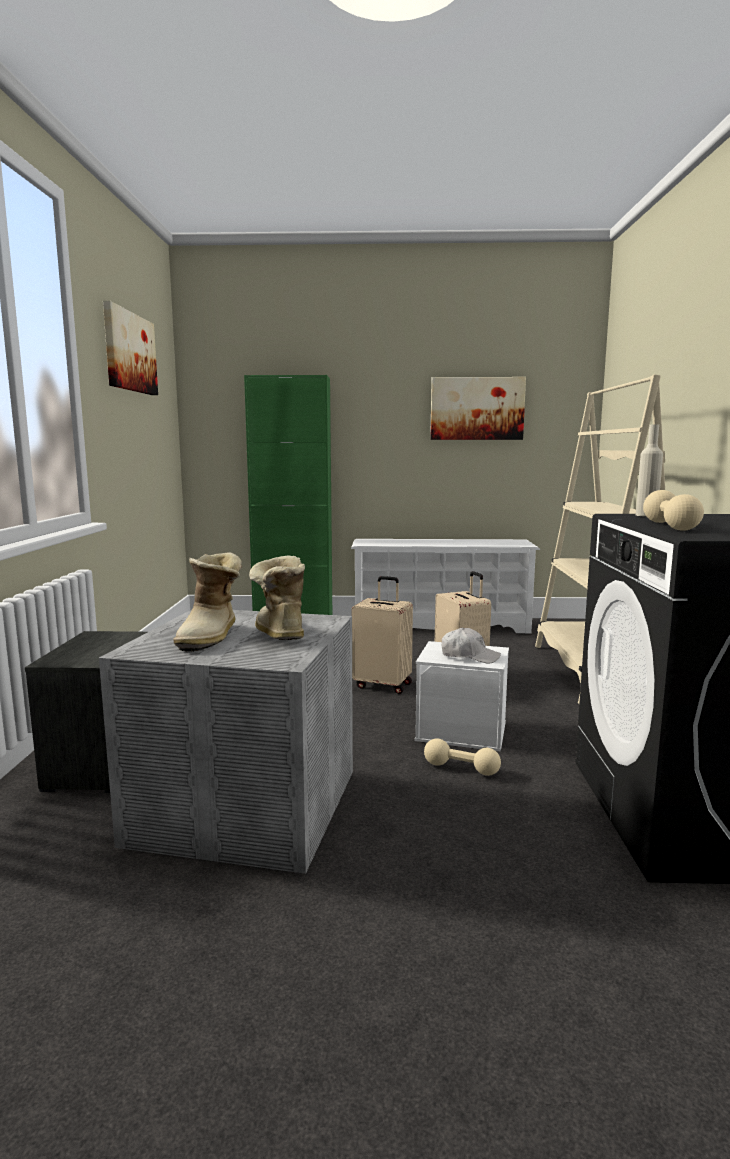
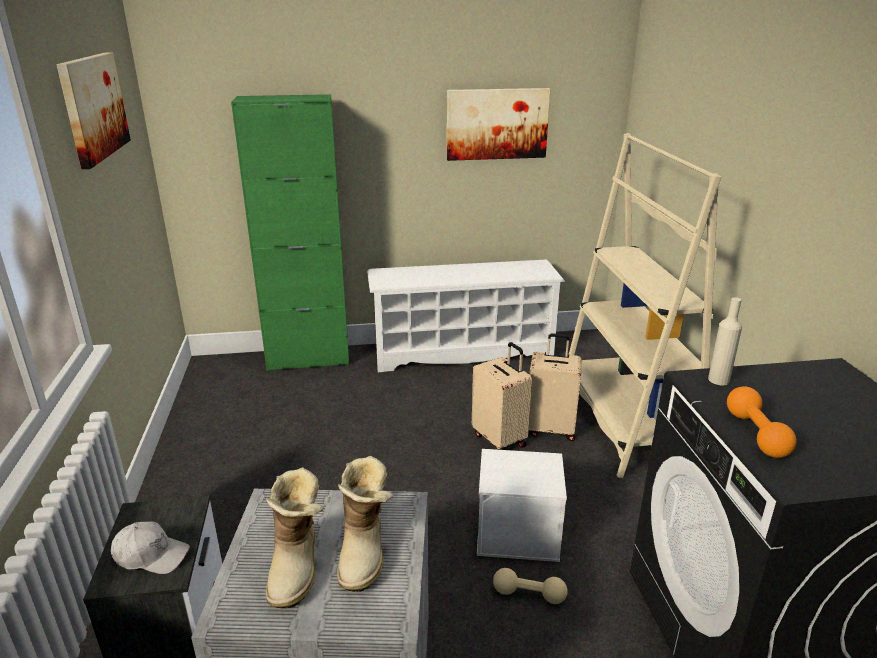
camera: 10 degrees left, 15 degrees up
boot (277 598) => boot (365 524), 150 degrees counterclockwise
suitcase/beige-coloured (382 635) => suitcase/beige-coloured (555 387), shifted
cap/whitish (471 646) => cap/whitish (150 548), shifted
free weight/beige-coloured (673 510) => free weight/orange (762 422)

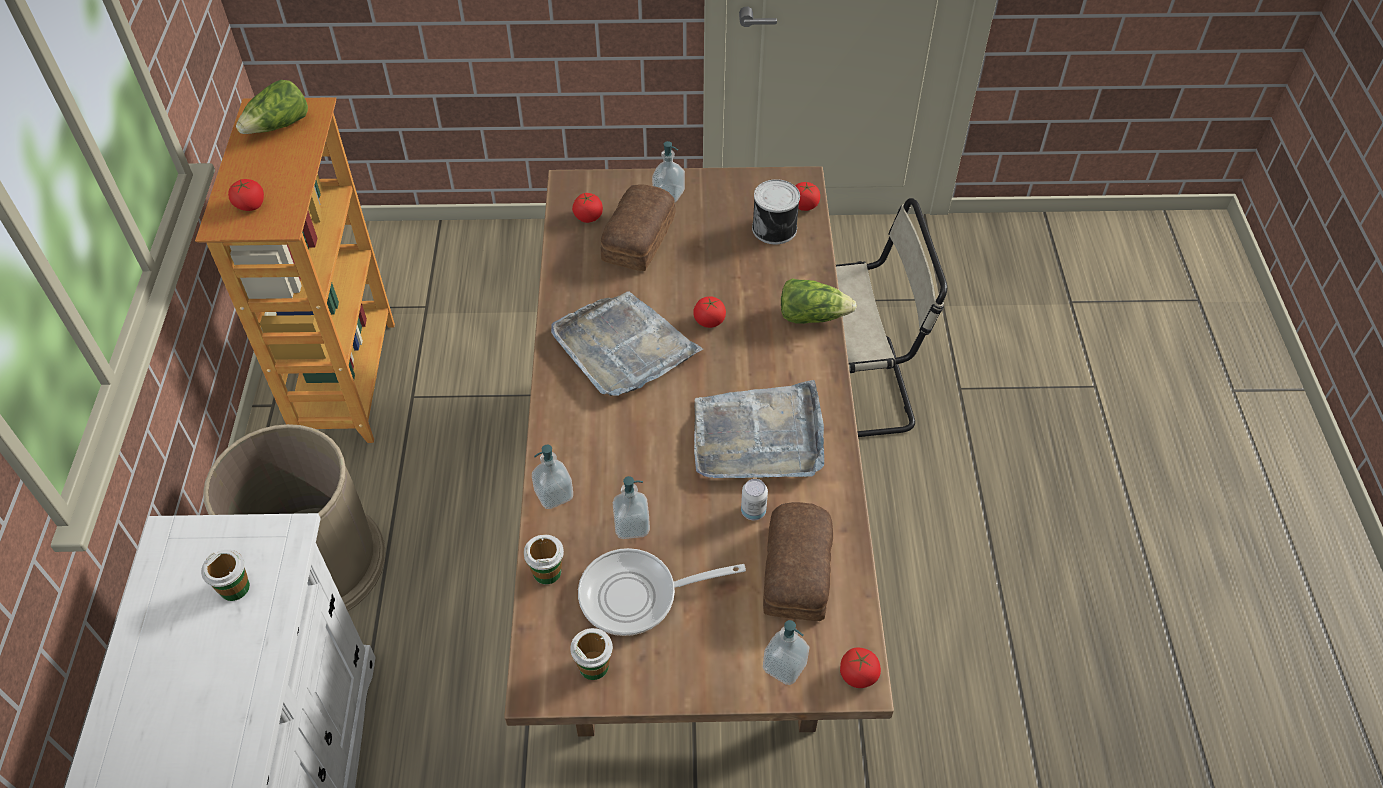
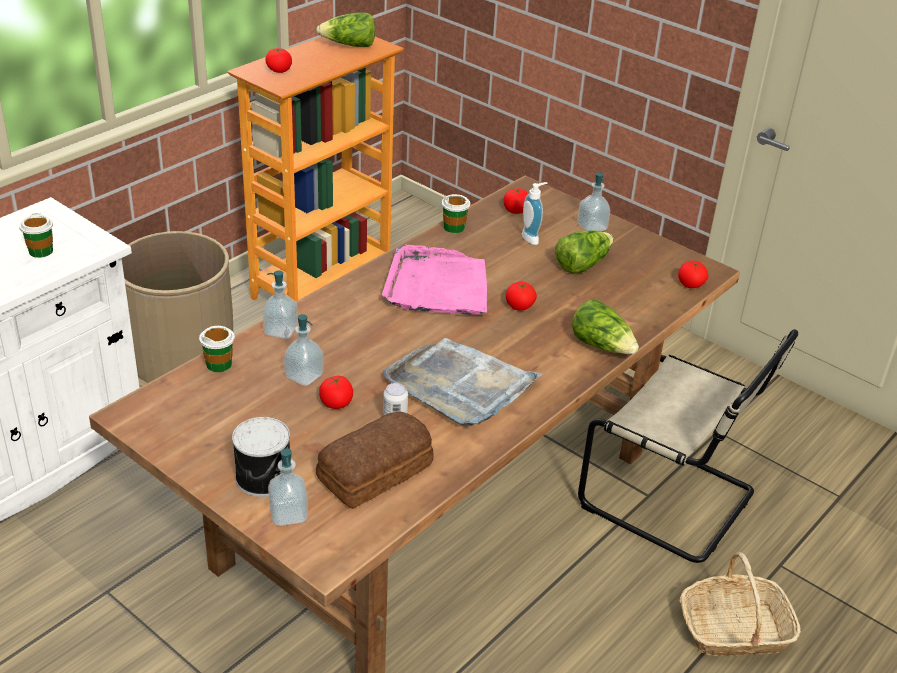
camera: 40 degrees right, 15 degrees down
tray/greyish (627 343) => tray/pink (434 280)
small cup (591 654) => small cup (456 213), shifted
frying pan (662 592) => nothing
bread (638 227) => soap dispenser (534 213)
sealed can (776 211) => sealed can (261 457), shifted
tomato (860 667) => tomato (336 392), shifted
nothing => lettuce head (584 252)
nothing => storage basket (740 604)

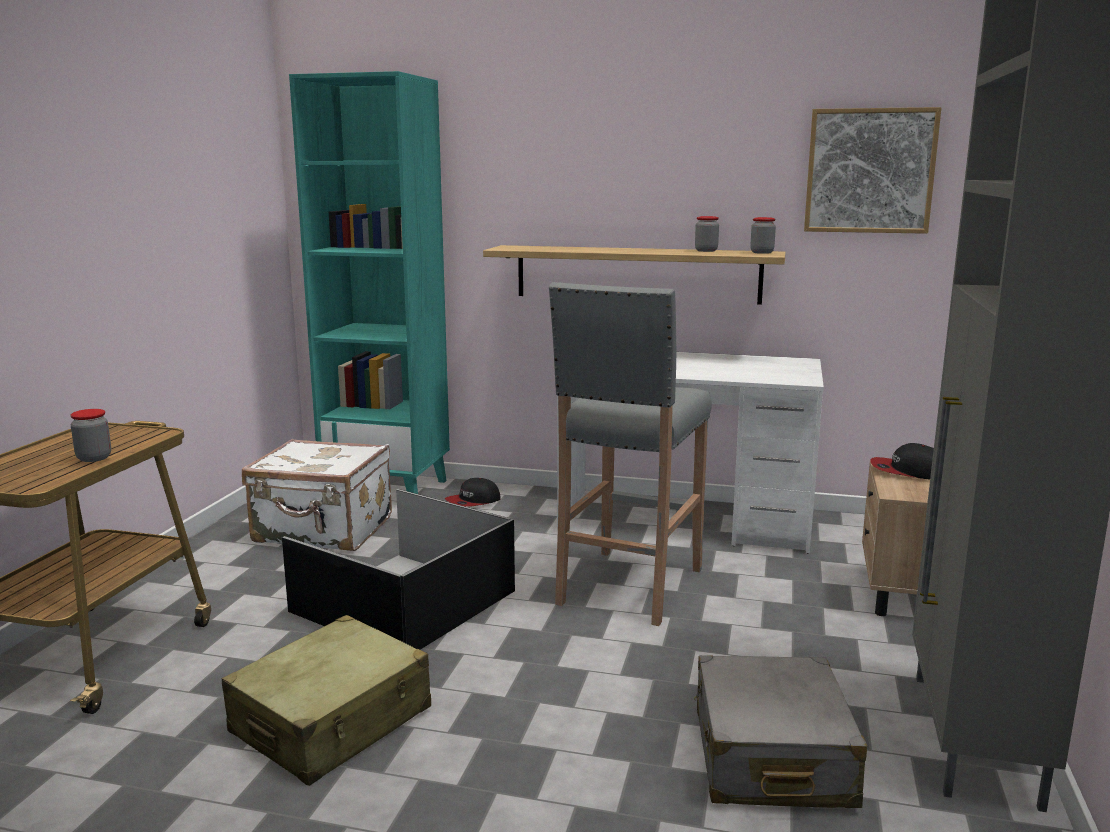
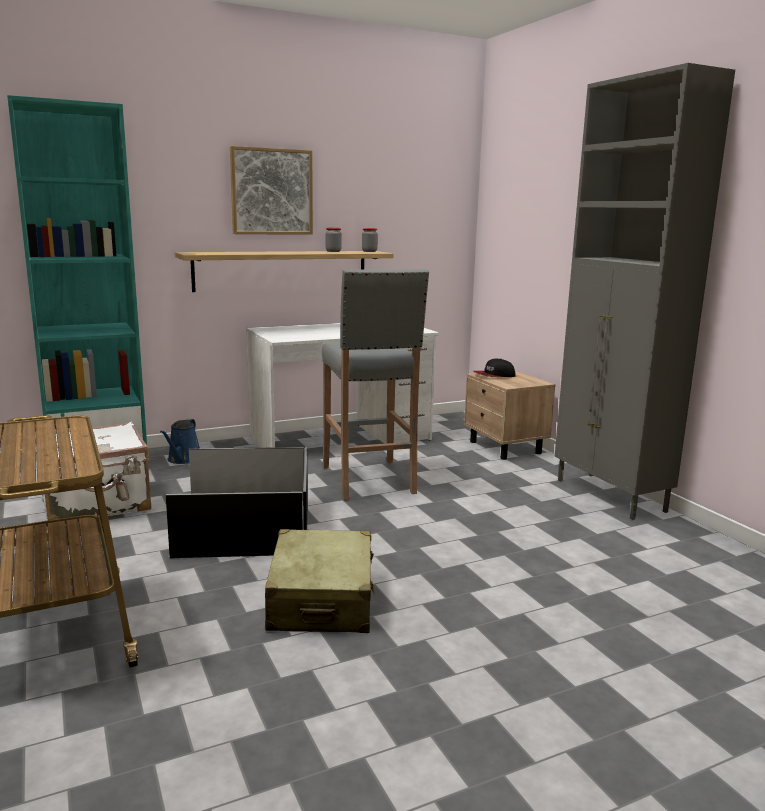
camera: 40 degrees left, 0 degrees up
jar (90 435) => nothing
cap (473 492) => sprinkling can/blue-coloured (180 441)
suitcase/greyish (780 731) => nothing
picture (872 170) => picture (271 190), shifted

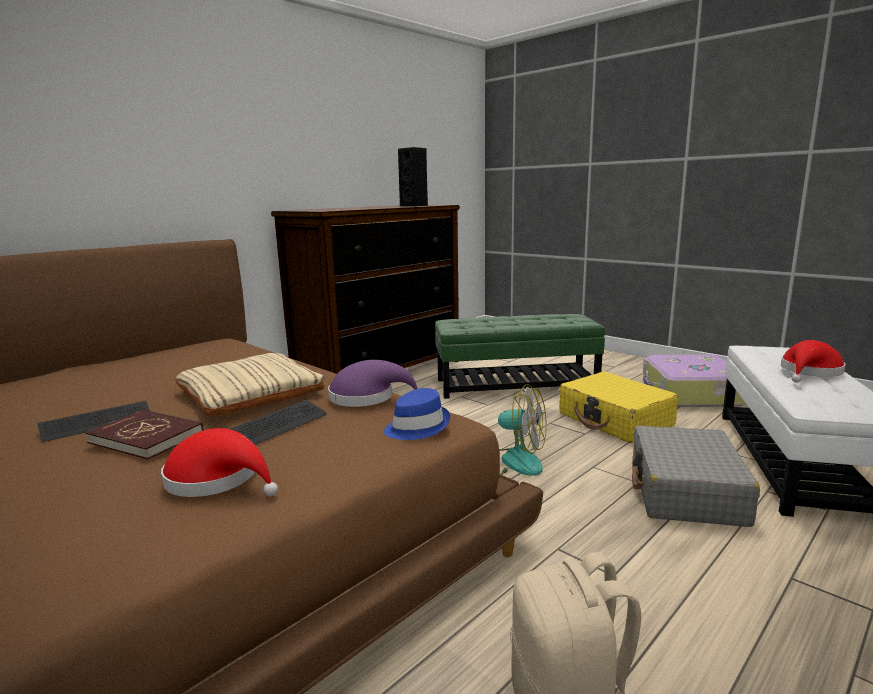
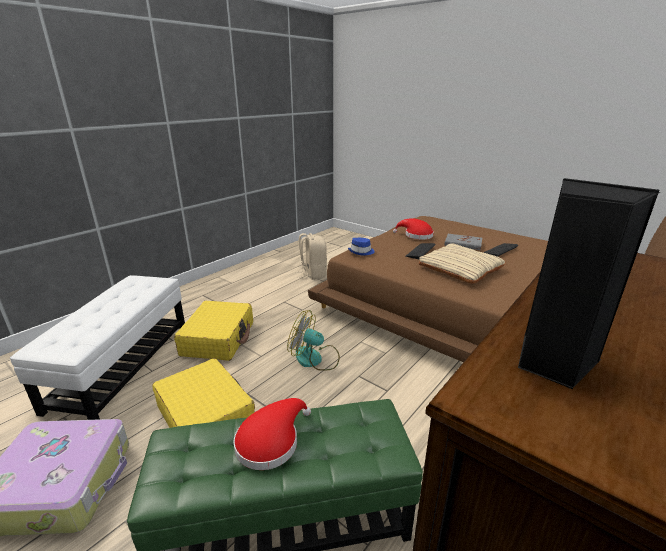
camera: 175 degrees right, 10 degrees up
volume/red-coloured (144 435) => volume/greyish (463 242)
clothing hat/purple-coloured (373 383) => nothing
suitcase/greyish (696 476) => suitcase/yellow (213 331)
clothing hat/red-coloured (813 361) => clothing hat/red-coloured (272 434), shifted

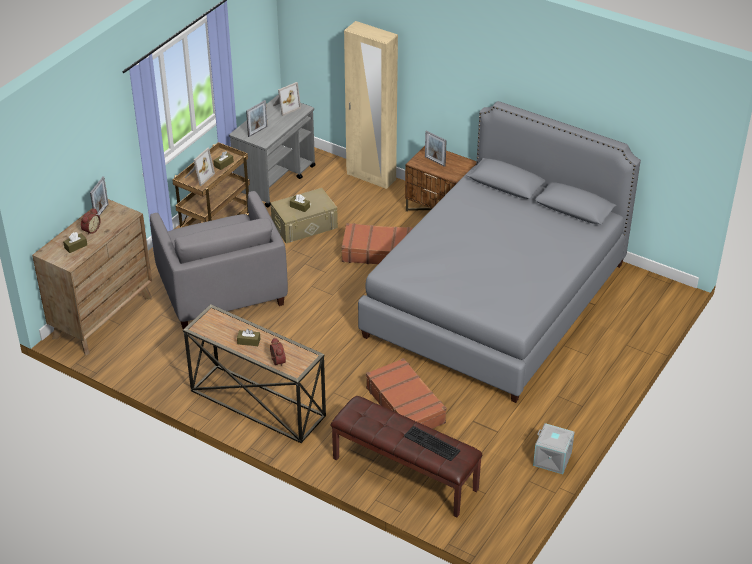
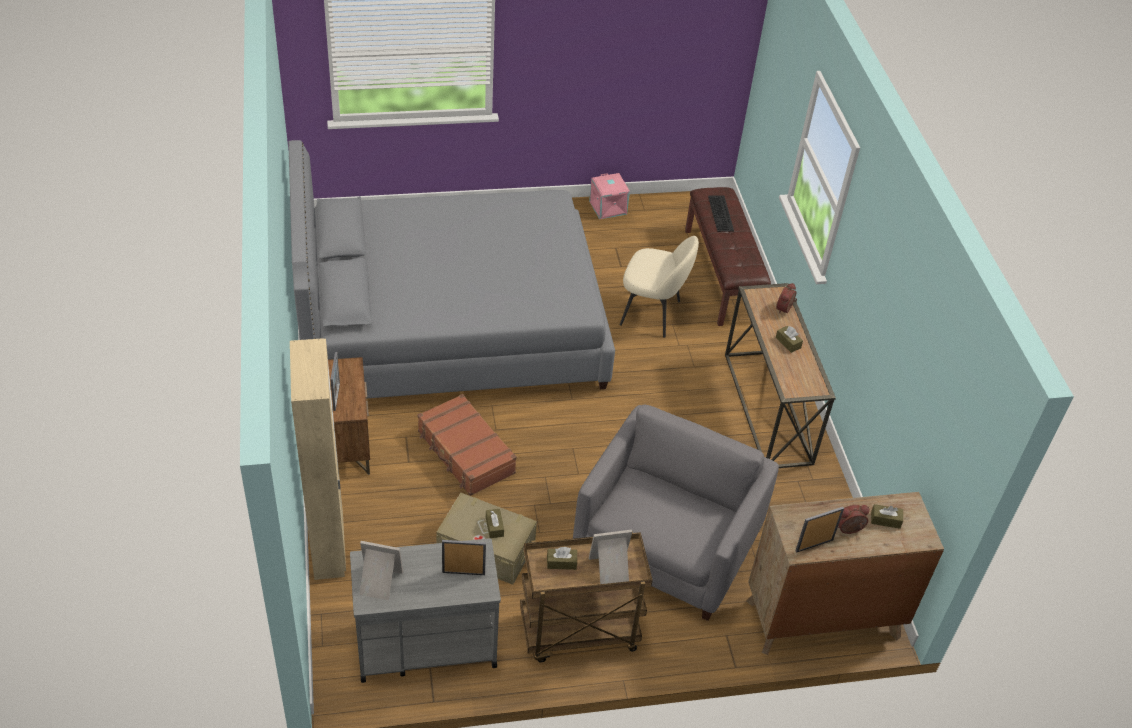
camera: 135 degrees left, 5 degrees up
suitcase/brown-coloured (406 393) => upright chair/beige-coloured (659 287)
storage box/greyish (554 448) => storage box/pink (609 196)

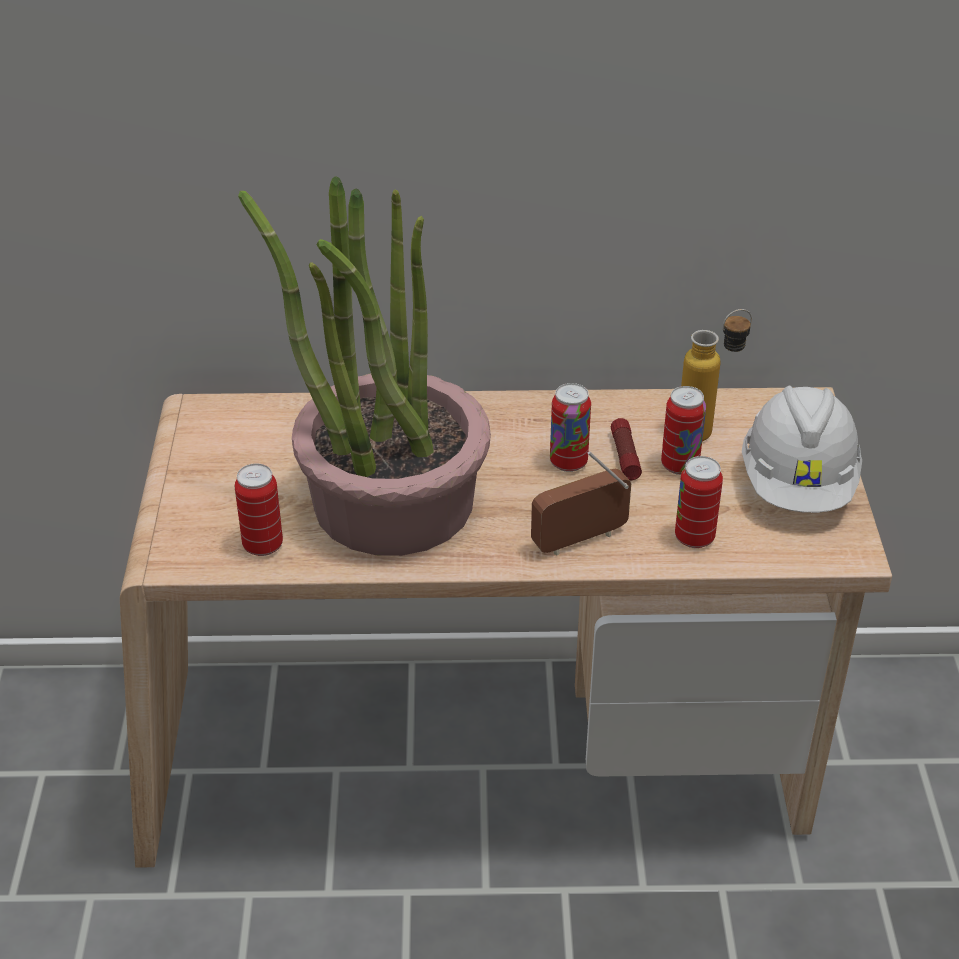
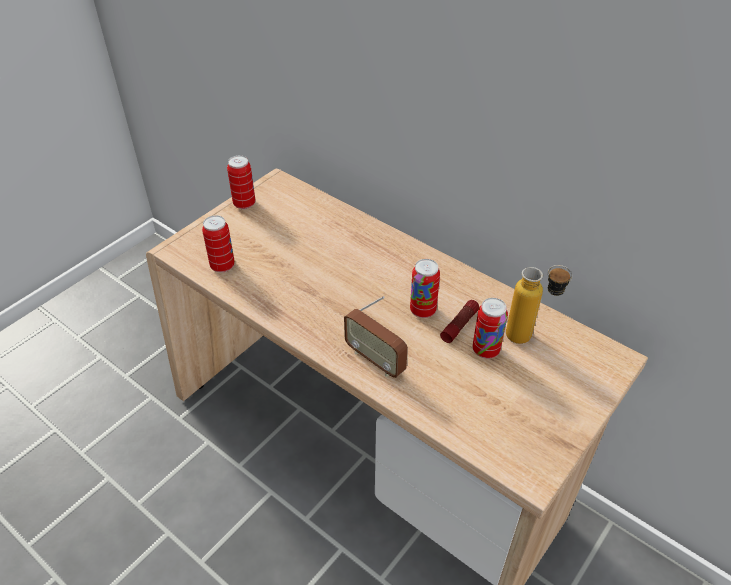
camera: 40 degrees right, 5 degrees up
plant in a pot (364 366) => nothing
radio set (581 503) => radio set (376 337), 150 degrees counterclockwise
sealed can (699 502) => sealed can (241 182), shifted
hard hat/whitish (802 449) => nothing

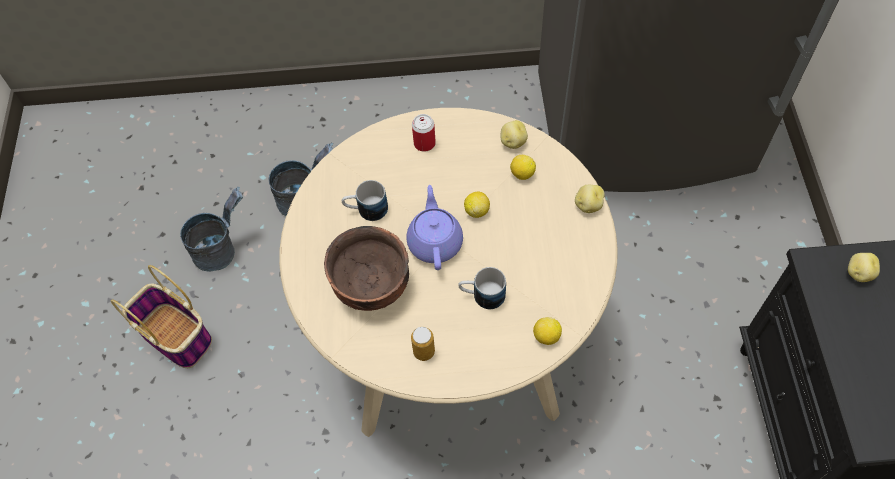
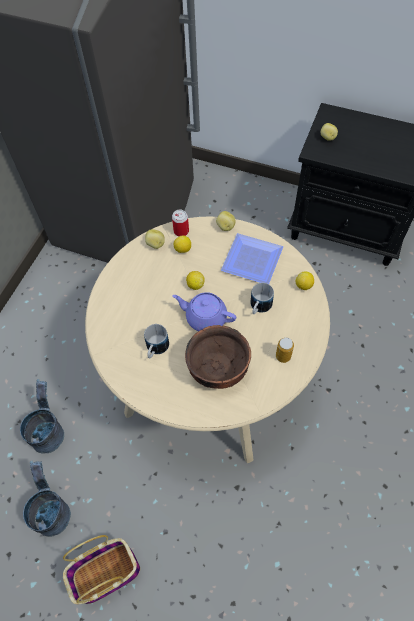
camera: 65 degrees left, 0 degrees up
sealed can (424 133) => sealed can (180 223), shifted
nothing => dinner plate (252 258)

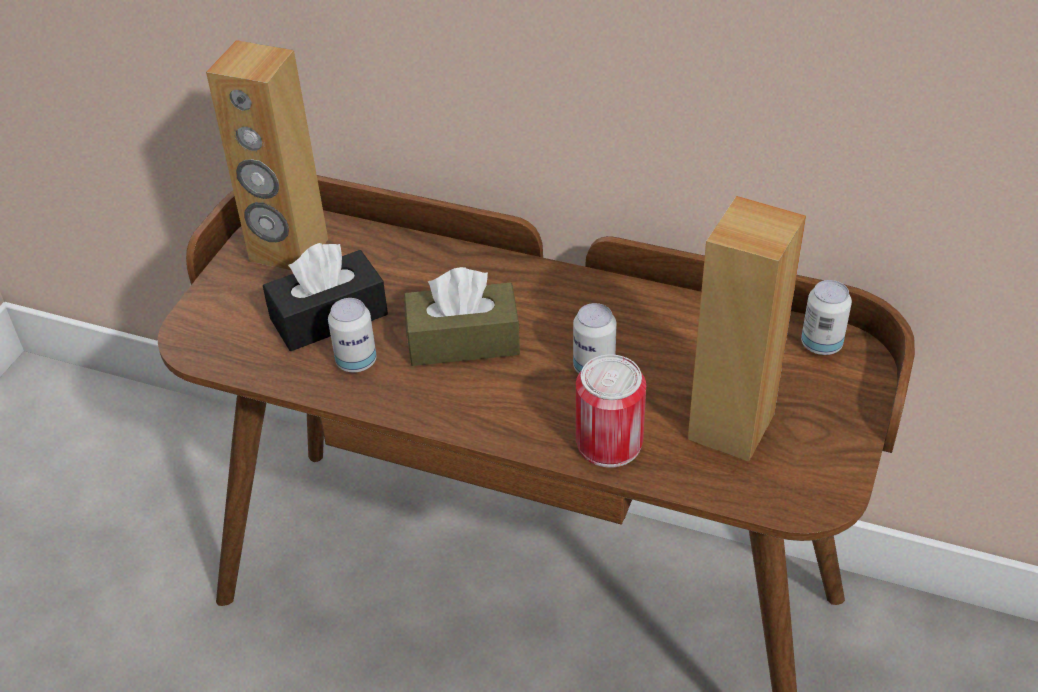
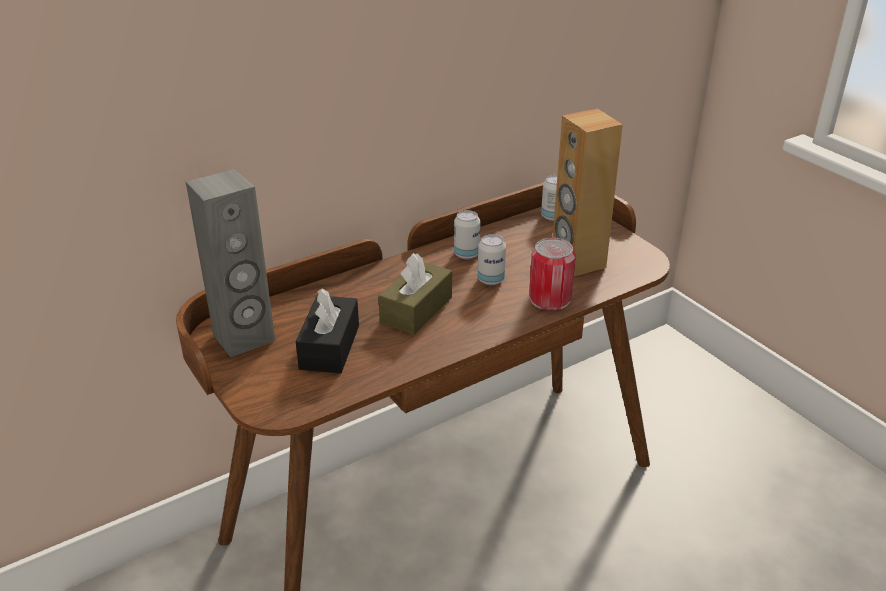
camera: 55 degrees left, 10 degrees down
audio speaker/brown-coloured (267 155) => audio speaker/greyish (230 263)
sealed can (352 335) => sealed can (467 234), shifted

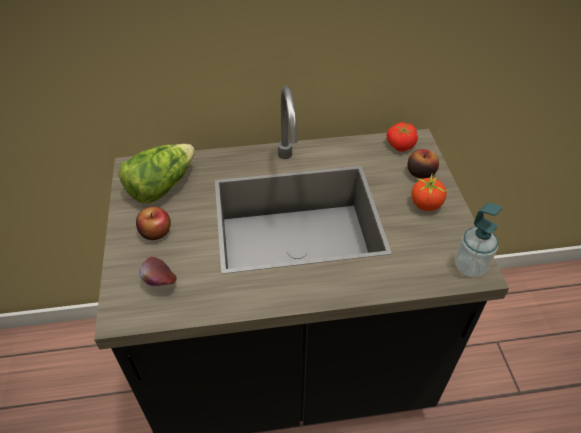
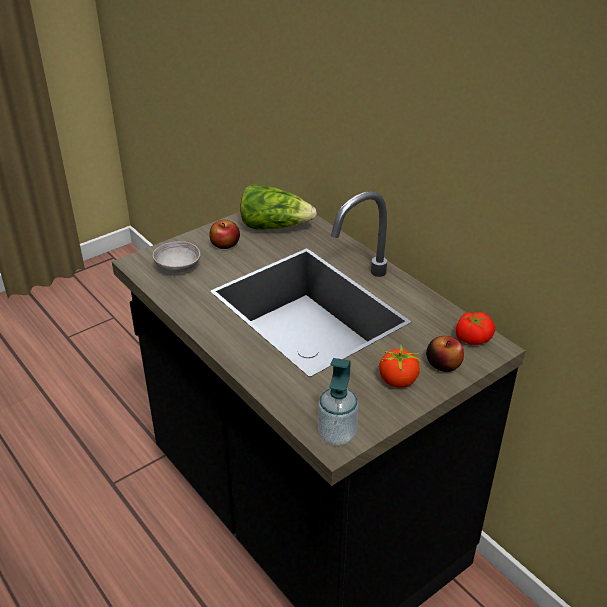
camera: 60 degrees right, 10 degrees down
apple fruit (158 271) => serving bowl/greyish (177 257)

